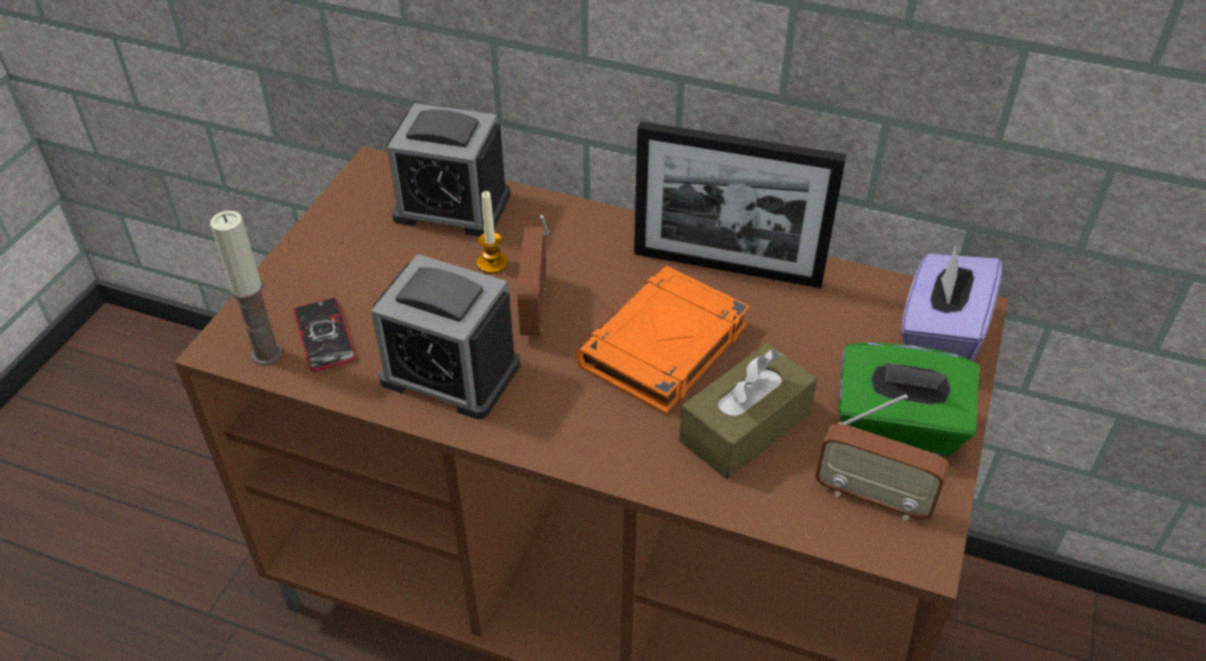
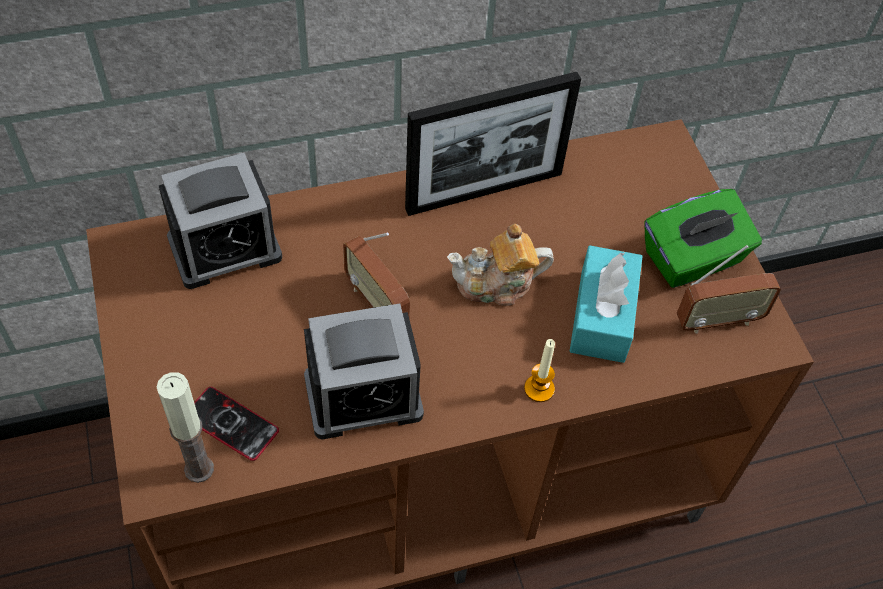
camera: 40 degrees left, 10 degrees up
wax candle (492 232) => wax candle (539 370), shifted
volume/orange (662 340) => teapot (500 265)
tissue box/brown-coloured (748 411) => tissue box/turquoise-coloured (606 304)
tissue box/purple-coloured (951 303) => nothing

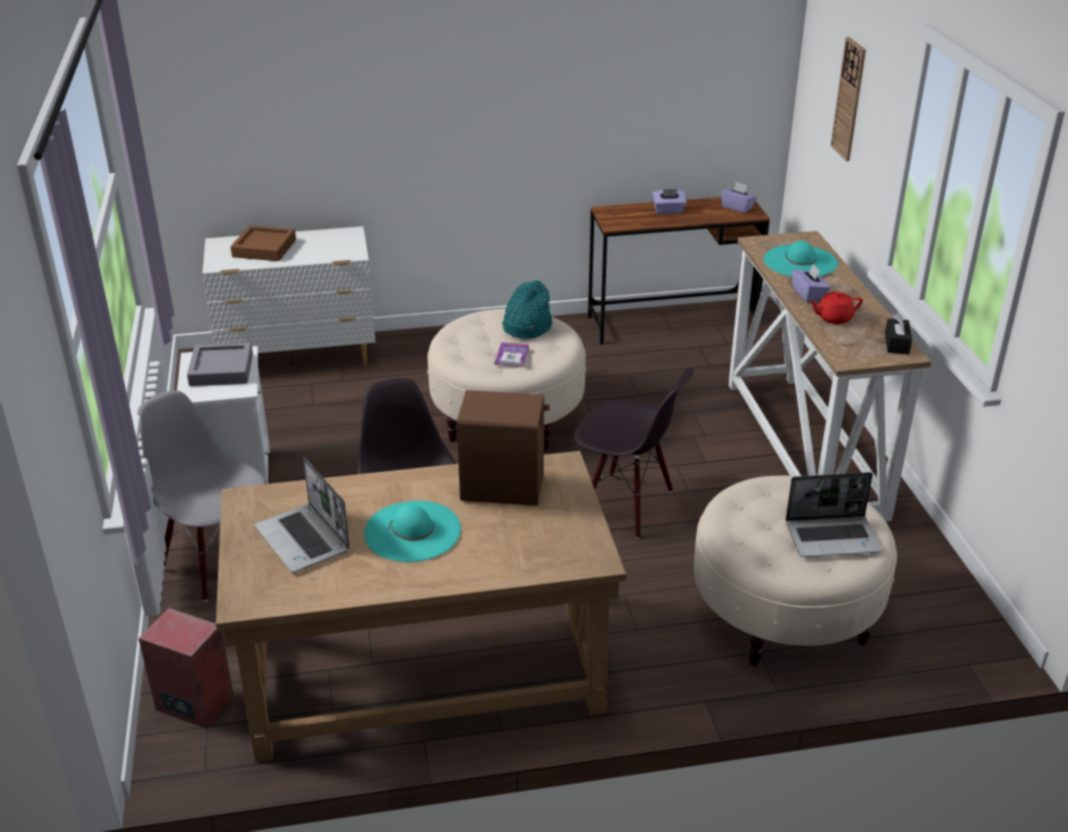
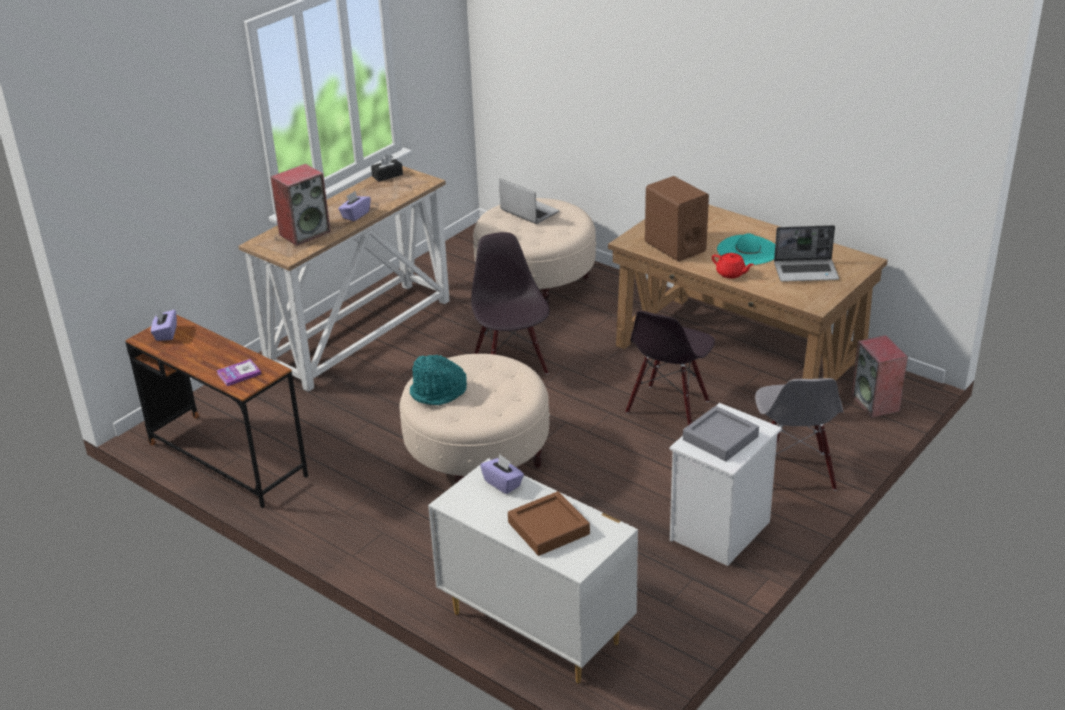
camera: 130 degrees left, 0 degrees up
laptop (302 515) => laptop (806 253), 75 degrees clockwise
volume (512 354) => volume (239 372), shifted
tissue box/purple-coloured (669 201) => tissue box/purple-coloured (502 474), shifted
clothing hat/turquoise-coloured (801 258) => audio speaker (300 205)
teapot/red-coloured (836 308) => teapot/red-coloured (733 266), shifted
wall clock (848 99) => nothing

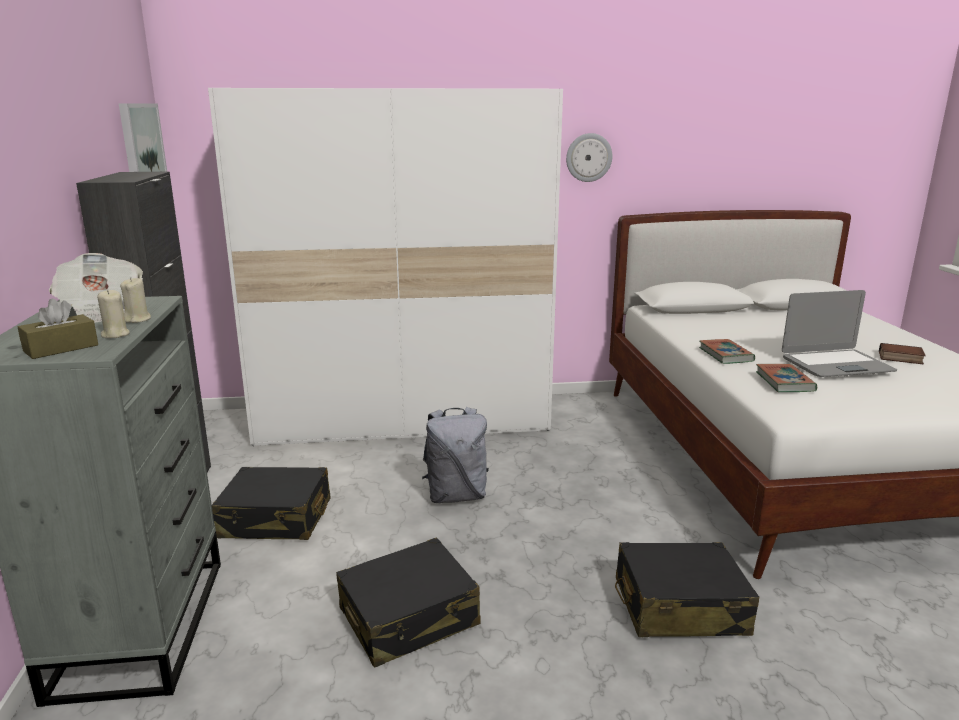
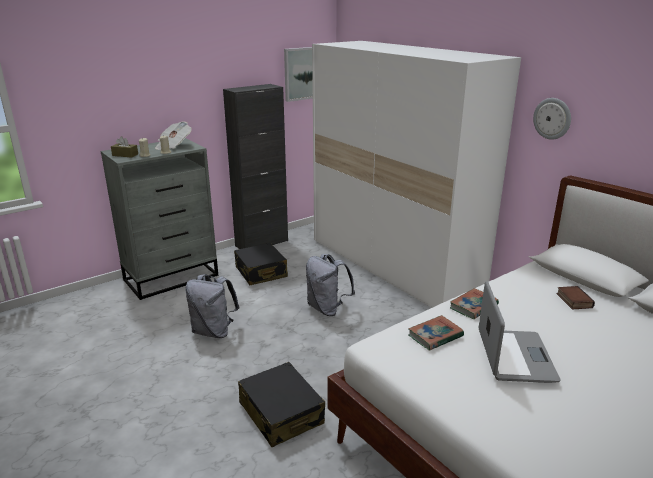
camera: 60 degrees right, 5 degrees up
suitcase/black-coloured (408 603) => rucksack/greyish (212 306)
laptop (839 333) => laptop (520 332), 135 degrees counterclockwise
volume (902 353) => volume (576 298), shifted

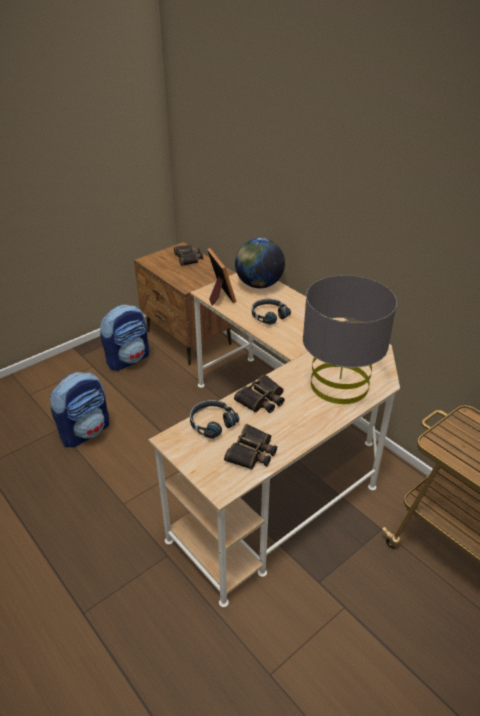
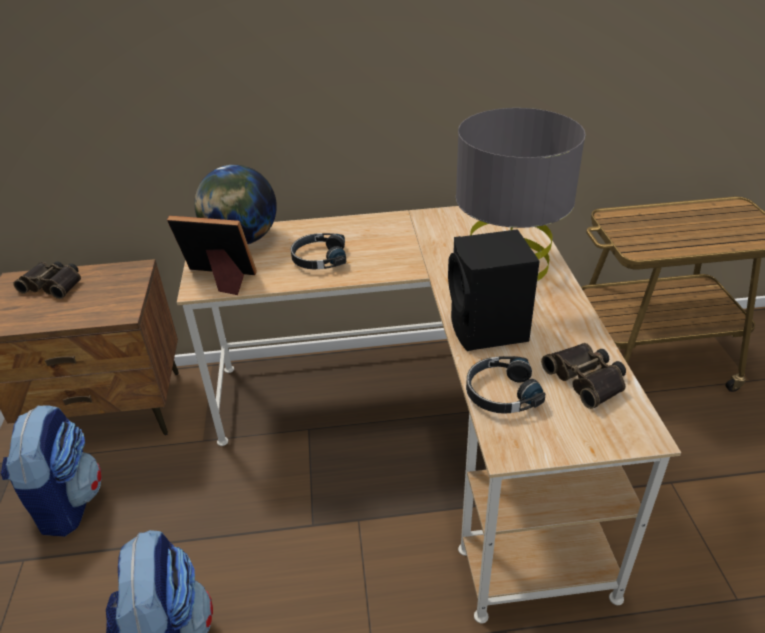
camera: 55 degrees left, 0 degrees up
binoculars (259 394) => audio speaker/black-coloured (494 290)

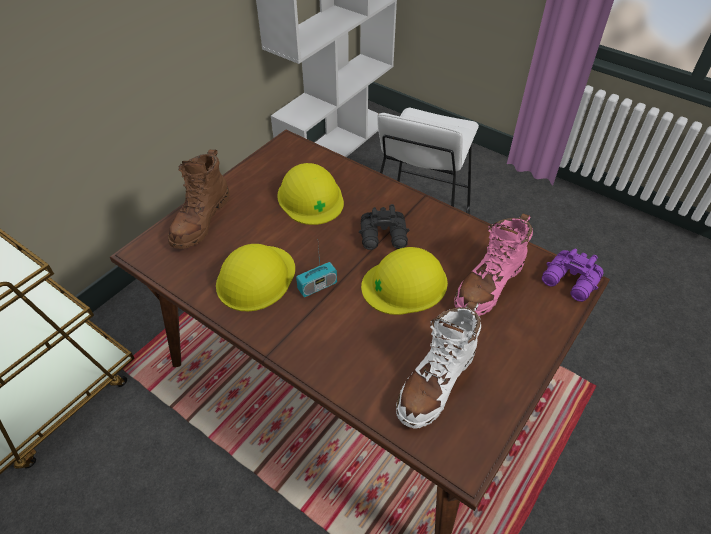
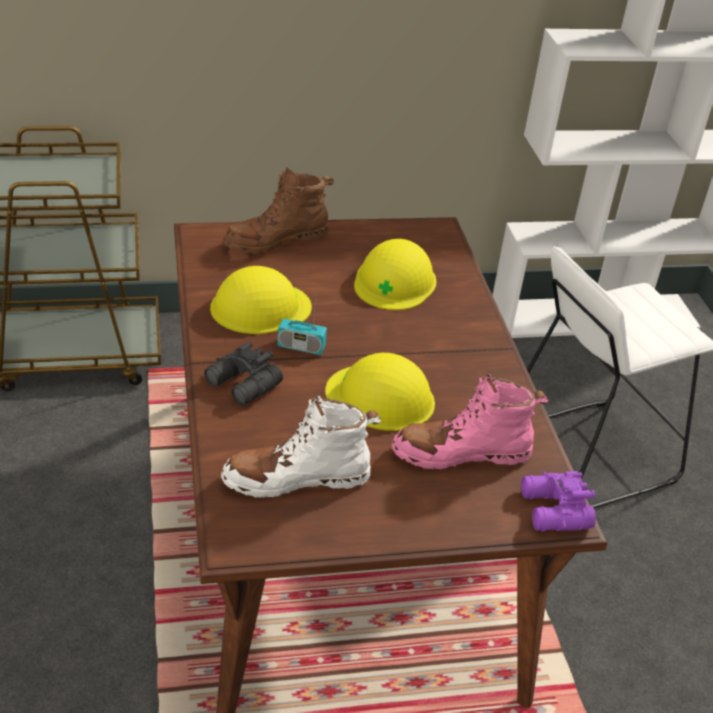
camera: 40 degrees right, 10 degrees down
binoculars/black-coloured (384 227) => binoculars/black-coloured (243 373), shifted

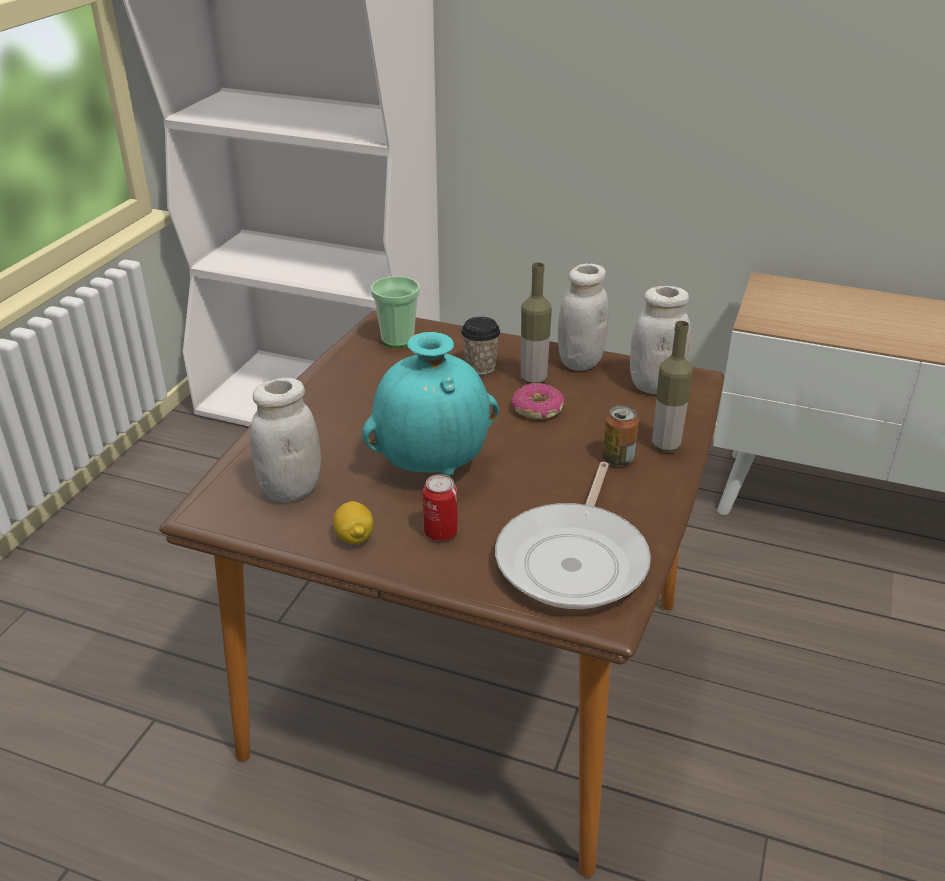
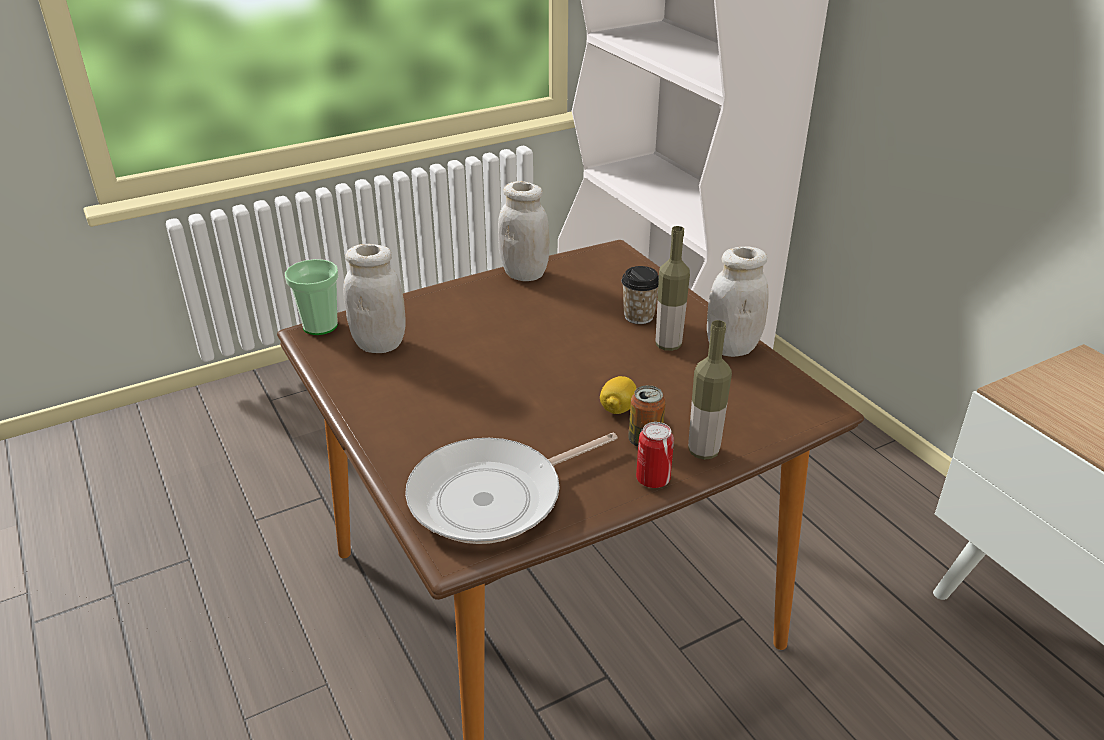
camera: 40 degrees right, 0 degrees up
citrus fruit (353 522) => citrus fruit (618 395), shifted
decorative vase/turquoise-coloured (430 404) => nothing
small cup (395 312) => small cup (312 297), shifted
sealed can (440 507) => sealed can (655 455), shifted
doughnut (538 401) => nothing
jar/whitish (660 340) => jar/whitish (523 231), shifted

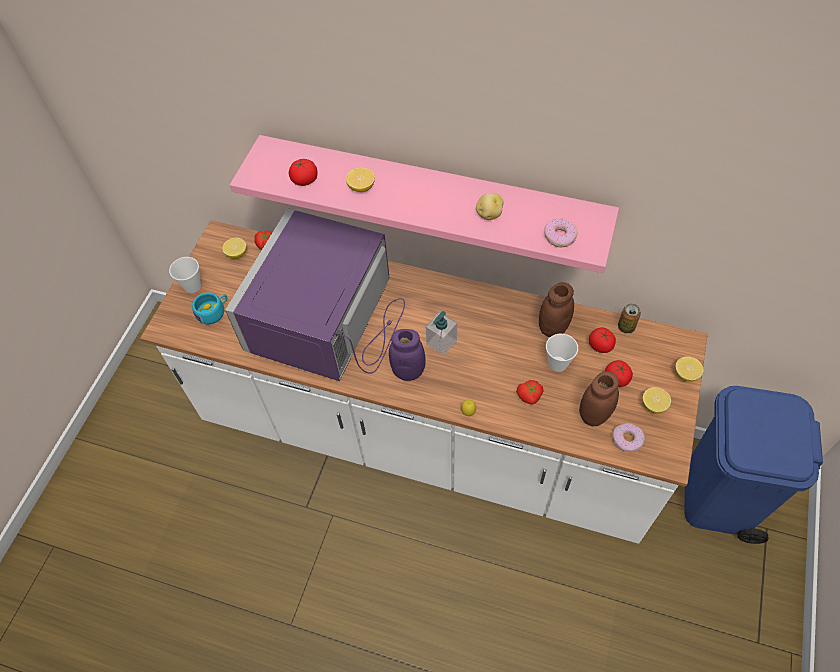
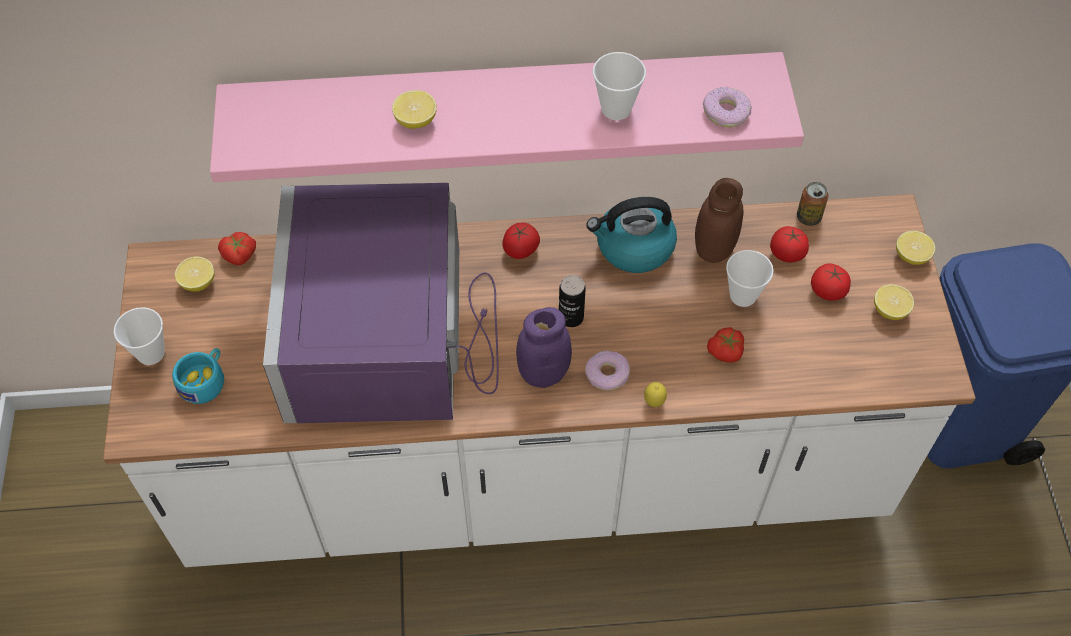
camera: 25 degrees left, 0 degrees up
tomato (303 172) => tomato (521 241), shifted
soap dispenser (441 333) => sealed can (572 301)
whole potato (490 206) => small cup (619 86)
jar/brown-coloured (599 398) => nothing
doughnut (629 437) => doughnut (607 371), shifted
nothing => water kettle (631 235)

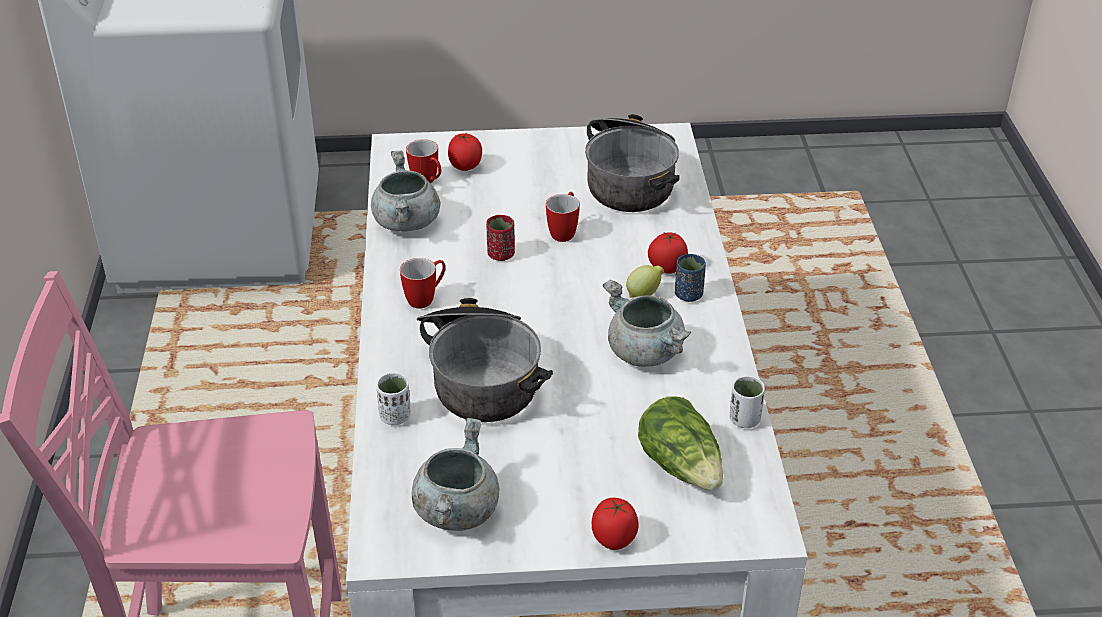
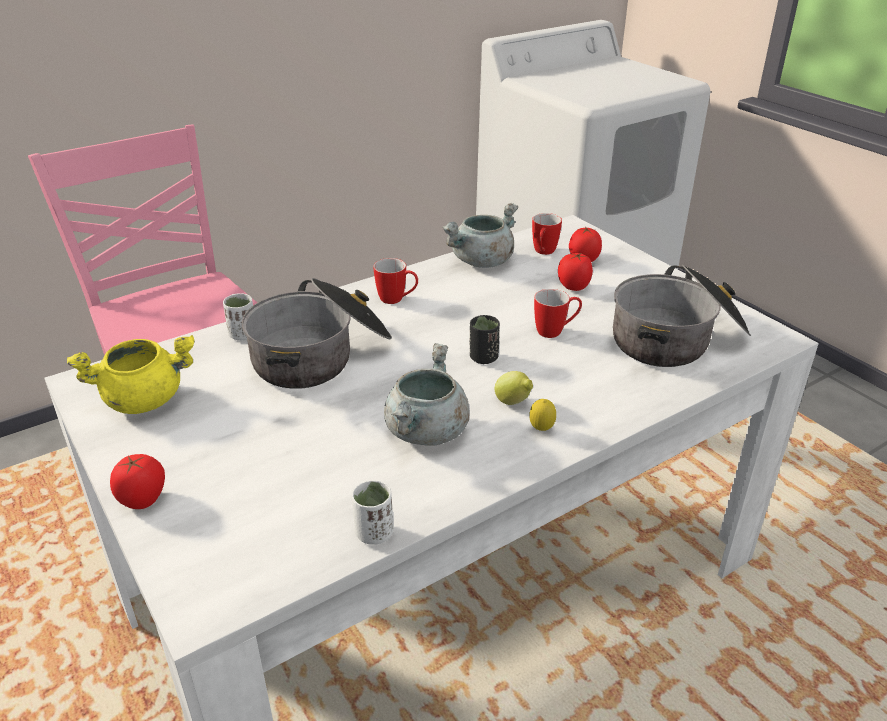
camera: 60 degrees right, 5 degrees down
saucepot/greyish (455 474) => saucepot/yellow (131 374)
small cup/red-coloured (500 238) => nothing
lettuce head (680 443) => nothing
tomato (668 253) => tomato (575 272), shifted
small cup/blue-coloured (690 278) => citrus fruit (542 415)
nothing => small cup/black-coloured (485 339)

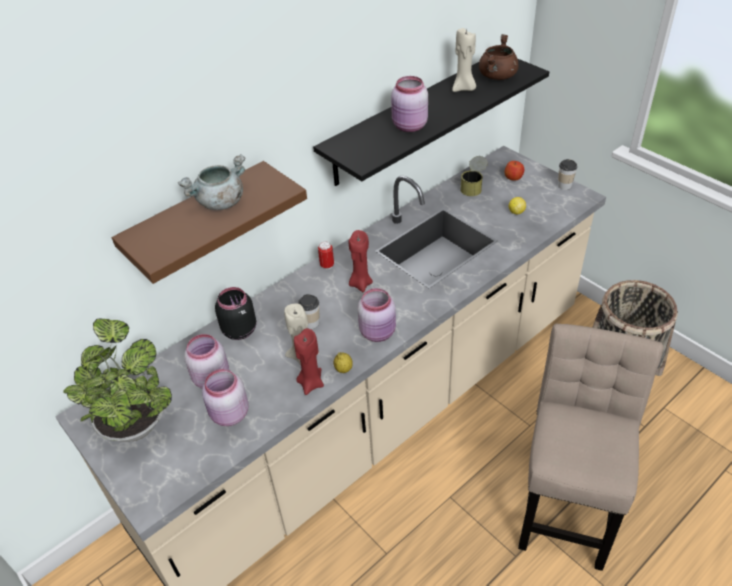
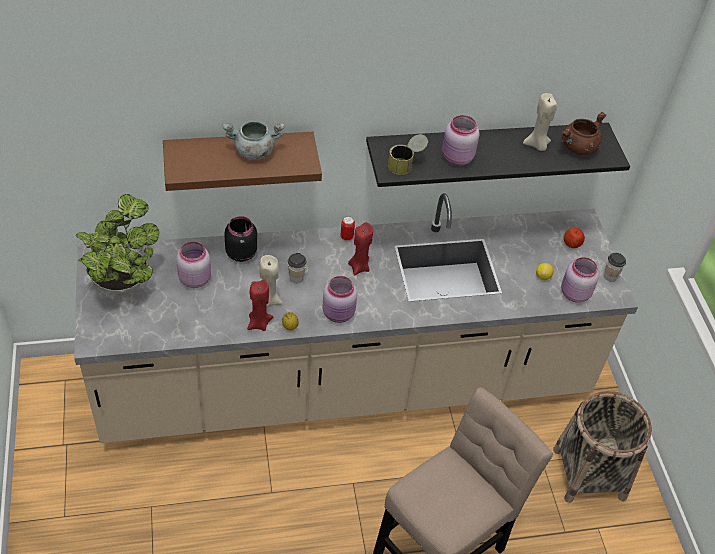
camera: 25 degrees right, 5 degrees up
jar/pink (225 397) => jar/pink (580 280), shifted
sealed can (473 176) => sealed can (408 154), shifted

